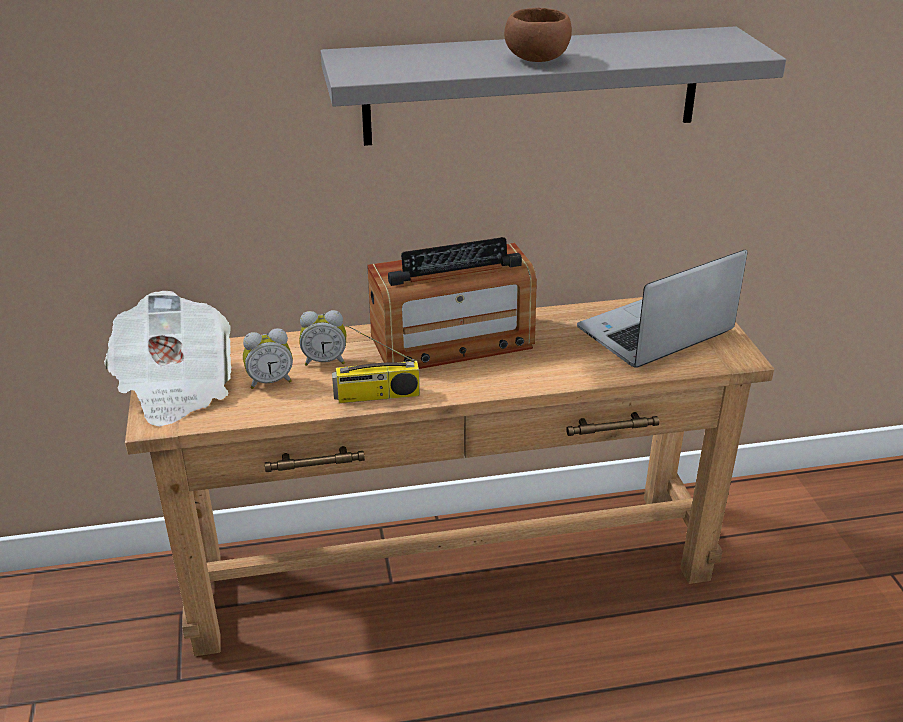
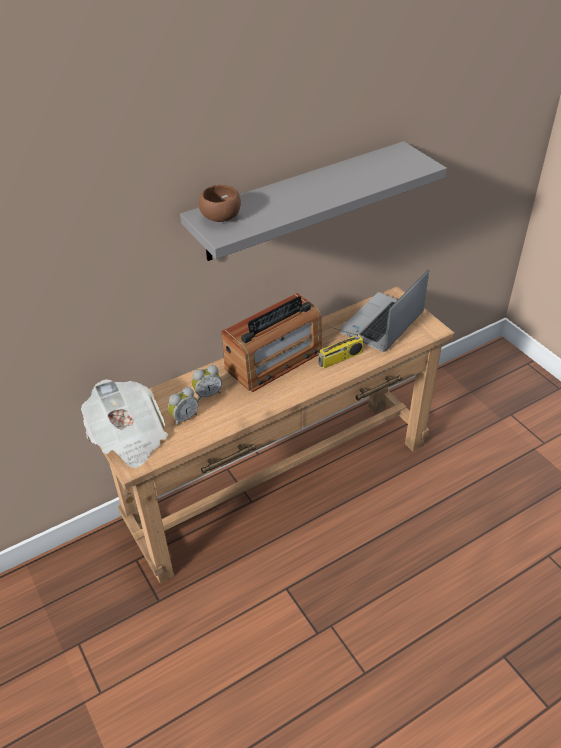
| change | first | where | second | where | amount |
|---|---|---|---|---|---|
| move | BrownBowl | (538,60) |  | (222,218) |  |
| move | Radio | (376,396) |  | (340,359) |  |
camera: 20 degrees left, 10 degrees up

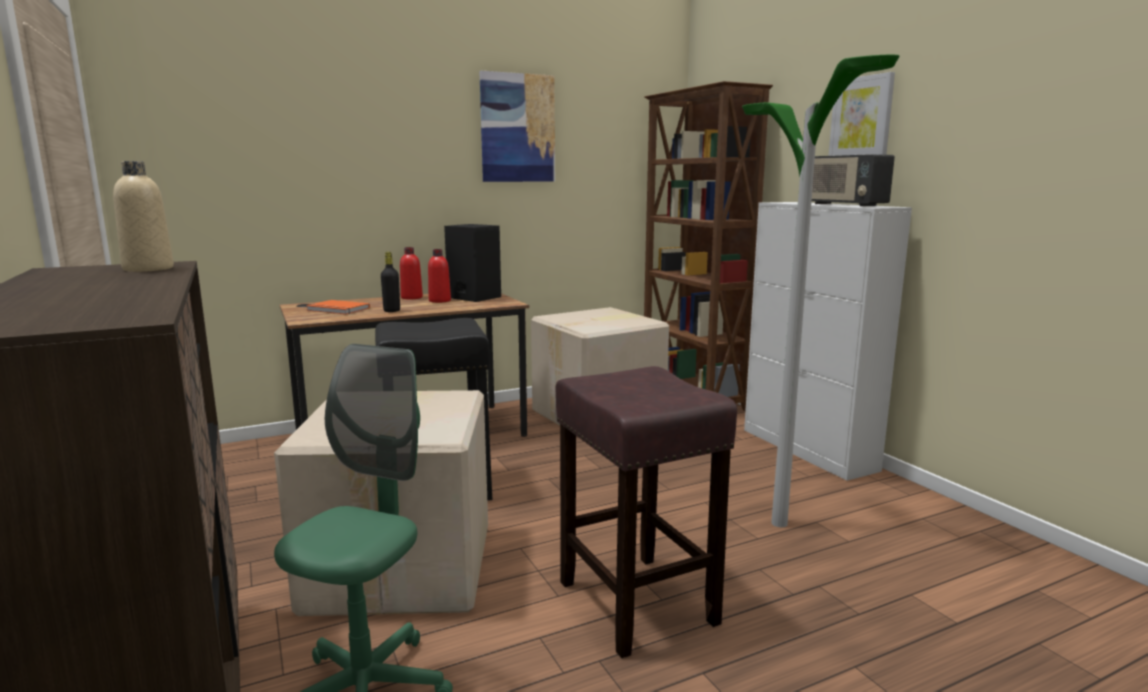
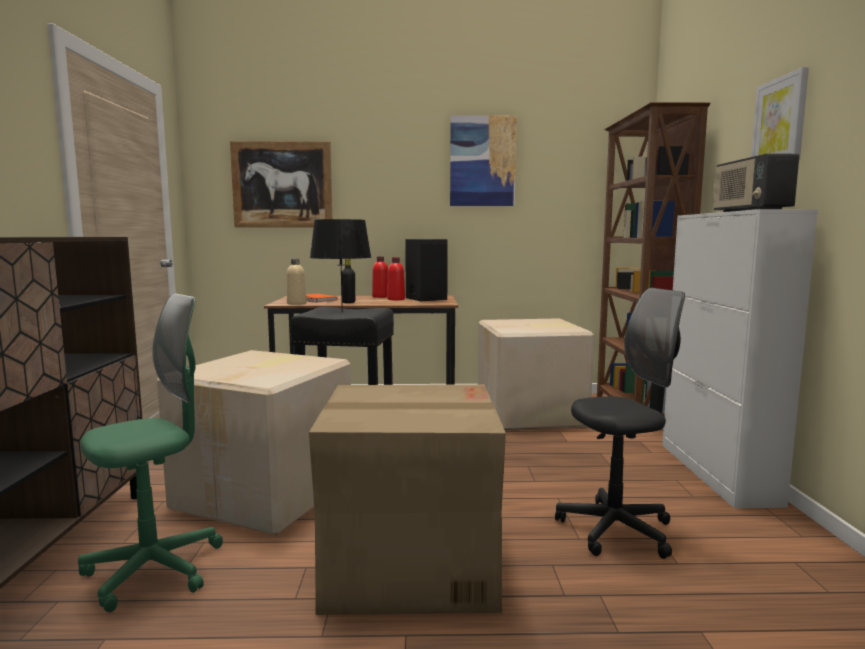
| change | first | where | second | where | amount |
|---|---|---|---|---|---|
| replace | FloorLamp | (779,523) | BlackOfficeChair | (616,530) |  |
| move | BeigeBottle | (148,269) |  | (296,303) |  |
| replace | BrownStool | (634,601) | CardboardBox | (408,561) |  |
| insert |  |  | Picture | (282,185) |  |
| insert |  |  | BlackTableLamp | (342,312) |  |
camera: 25 degrees right, 5 degrees down

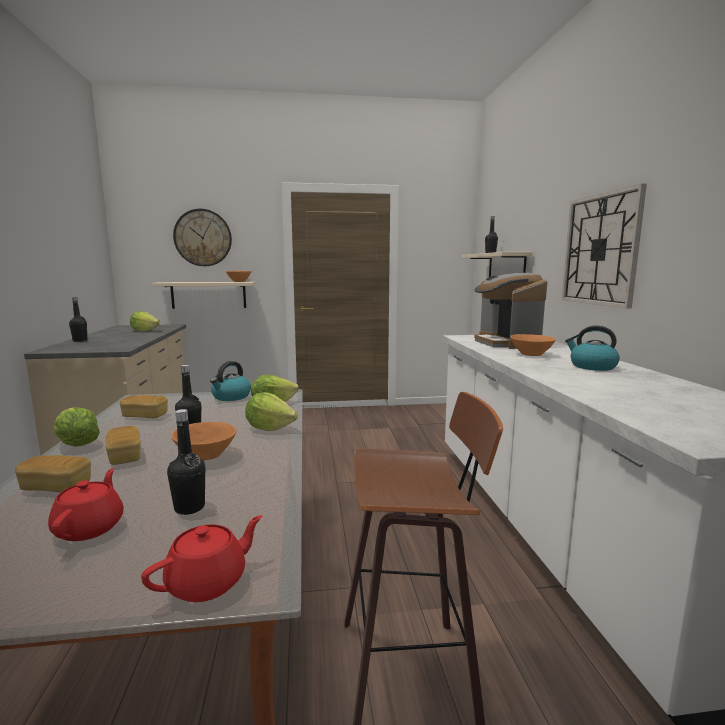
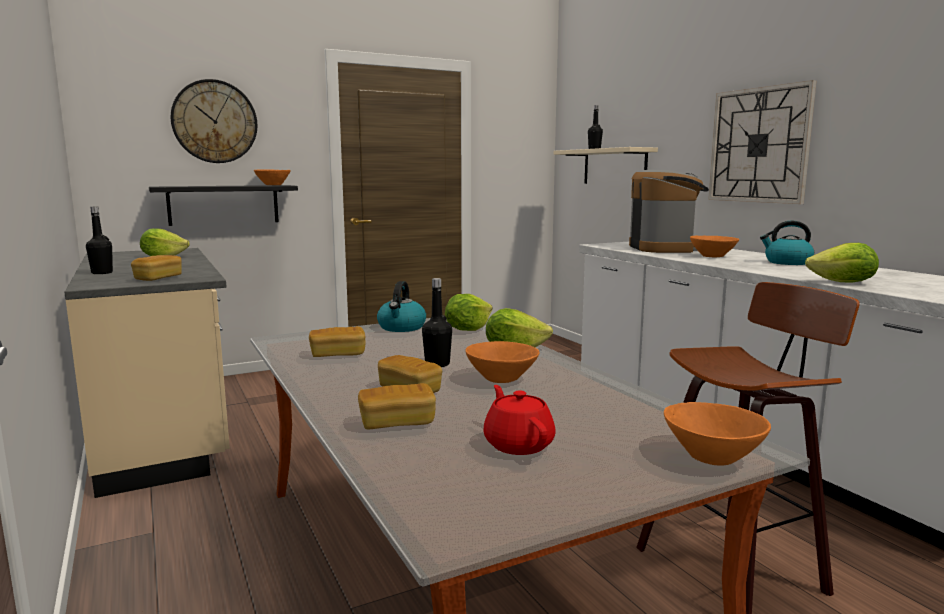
| change | first | where | second | where | amount |
|---|---|---|---|---|---|
| rotate | CoffeeMachine | (506,343) |  | (663,248) | 150 degrees counterclockwise |
| recolor | BeigeShelf | (208,295) | BlackShelf | (224,204) |  |
| move | Lettuce | (77,444) |  | (843,283) |  |
| delete | BlackBottle | (189,508) |  |  |  |
| replace | RedTeapot | (208,582) | OrangeBowl | (711,457) |  |
| insert |  |  | Bread | (158,278) |  |
camera: 20 degrees left, 0 degrees up

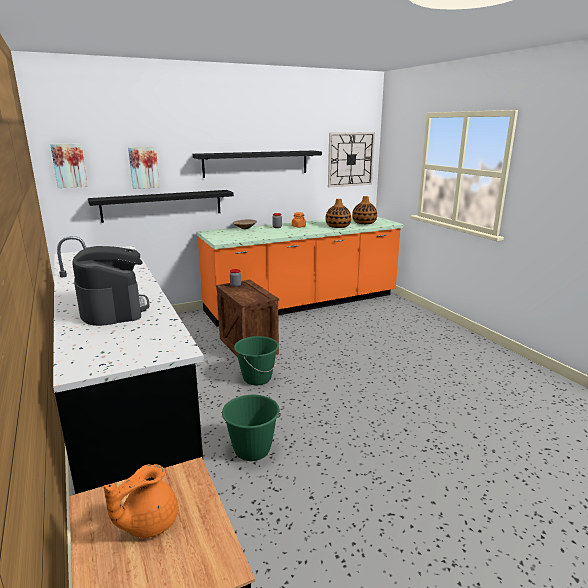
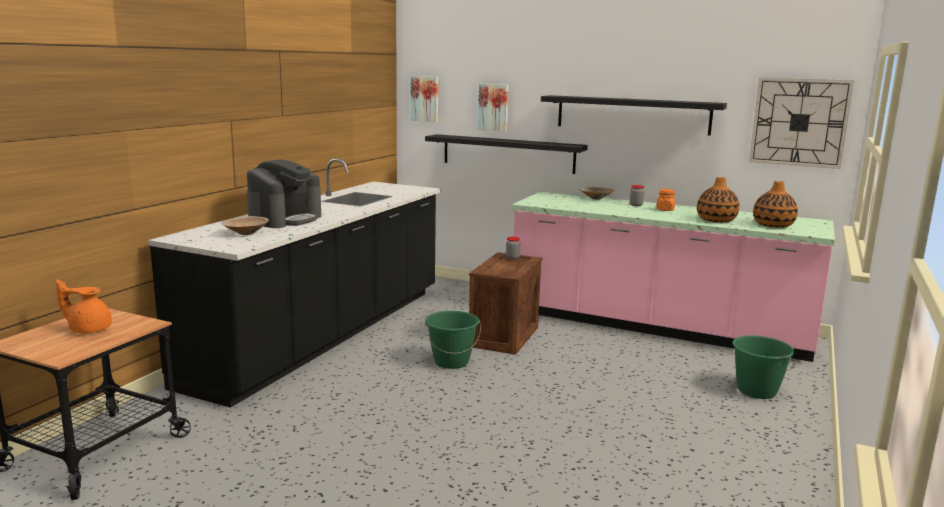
| change | first | where | second | where | amount |
|---|---|---|---|---|---|
| recolor | OrangeCounter | (303,303) | PinkCounter | (657,326) |  |
| move | GreenBucket | (252,450) |  | (756,391) |  |
| insert |  |  | BeigeBowl | (245,234) |  |
camera: 50 degrees right, 5 degrees down

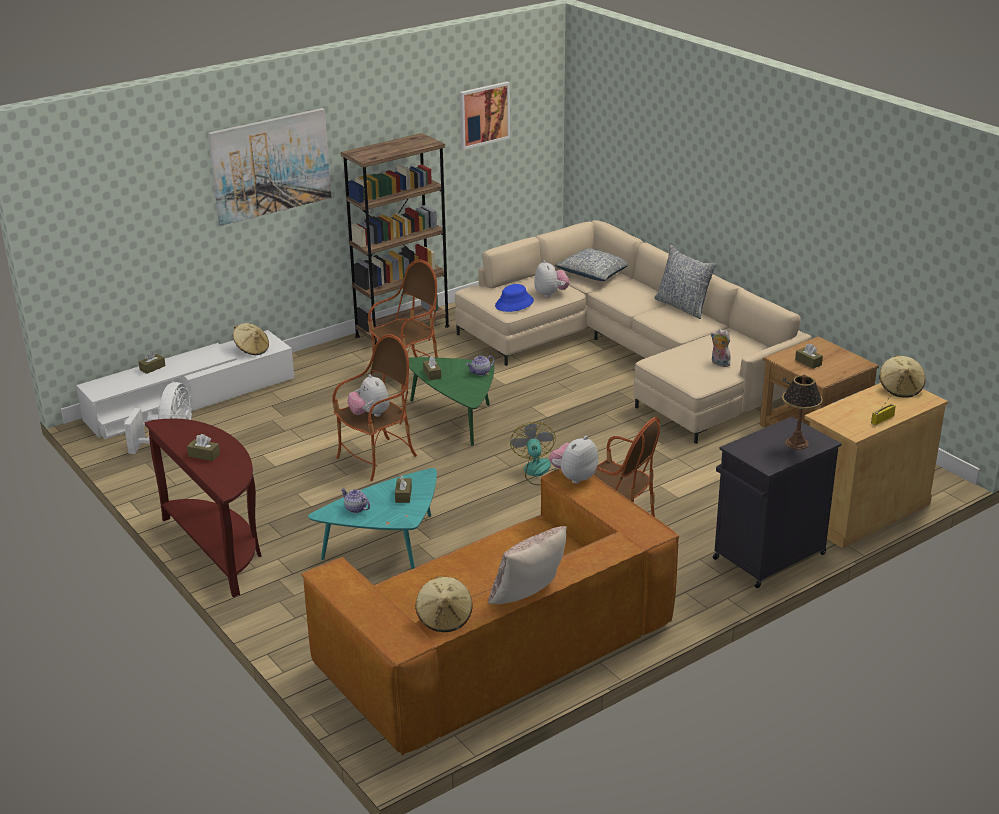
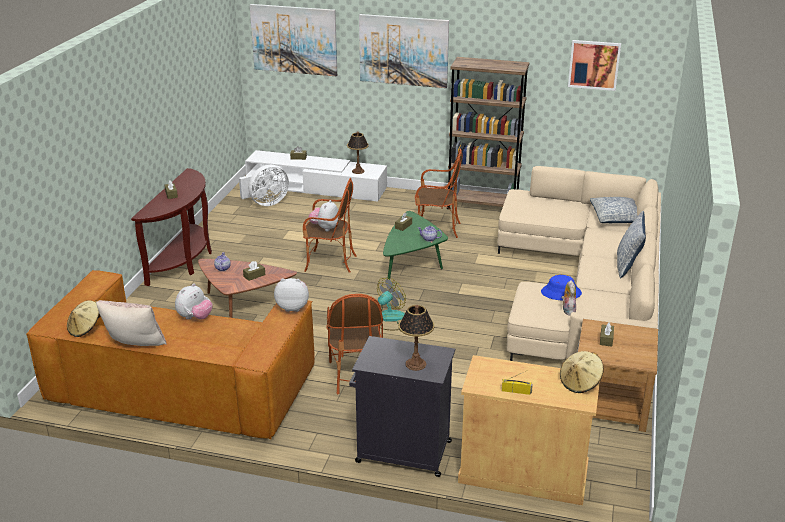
| change | first | where | second | where | amount |
|---|---|---|---|---|---|
| move | PlushToy | (550,294) |  | (195,318) |  |
| move | BlueHat | (514,303) |  | (561,293) |  |
| replace | BeigeHat | (252,350) | TableLamp | (358,171) |  |
| recolor | TurquoiseCoffeeTable | (388,546) | BrownCoffeeTable | (243,306) |  |
| insert |  |  | Picture | (294,39) |  |
camera: 50 degrees right, 0 degrees up

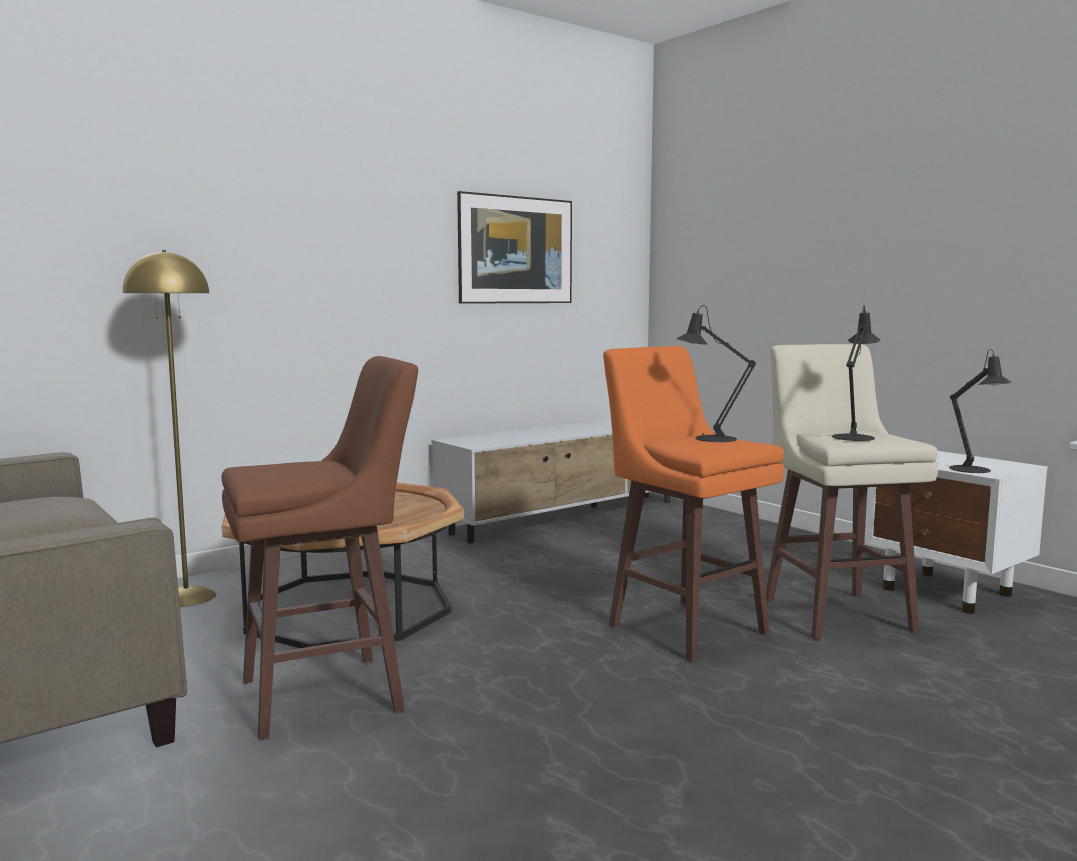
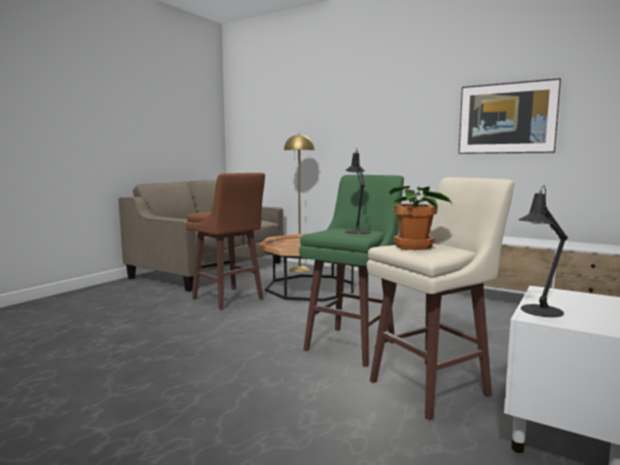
| change | first | where | second | where | amount |
|---|---|---|---|---|---|
| replace | BlackTableLamp | (854,436) | PottedPlant | (415,247) |  |
| recolor | OrangeStool | (685,628) | GreenStool | (352,345) |  |
camera: 70 degrees right, 0 degrees up

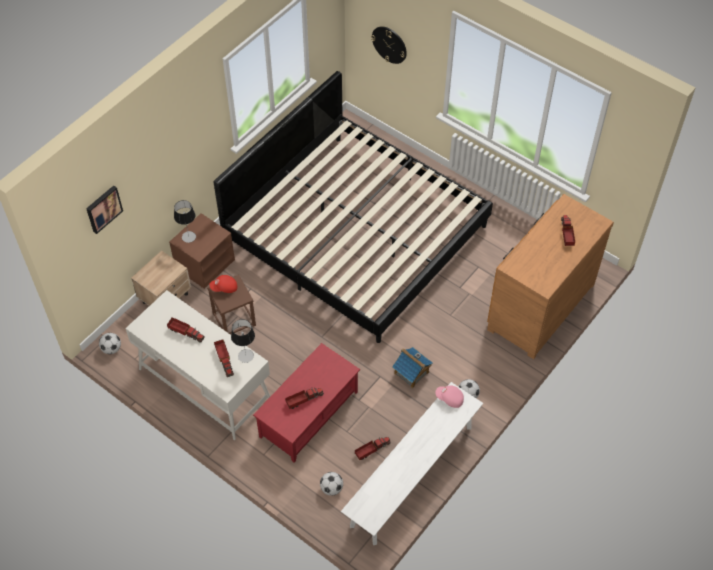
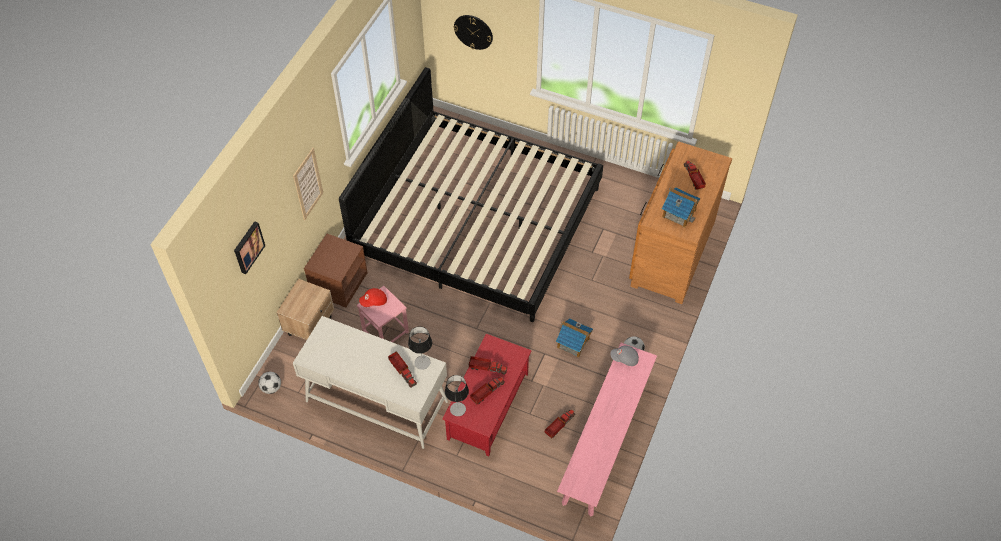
| change | first | where | second | where | amount |
|---|---|---|---|---|---|
| move | TableLamp | (188,237) |  | (458,409) |  |
| recolor | BrownStool | (234,319) | PinkStool | (386,331) |  |
| move | ToyTruck | (185,332) |  | (486,368) |  |
| recolor | WhiteBench | (412,475) | PinkBench | (605,441) |  |
| recolor | PinkCap | (449,399) | GreyCap | (624,359) |  |
| delete | Football | (331,488) |  |  |  |
| insert |  |  | Picture | (308,184) |  |
| insert |  |  | ToyHouse | (678,213) |  |
camera: 15 degrees left, 0 degrees up

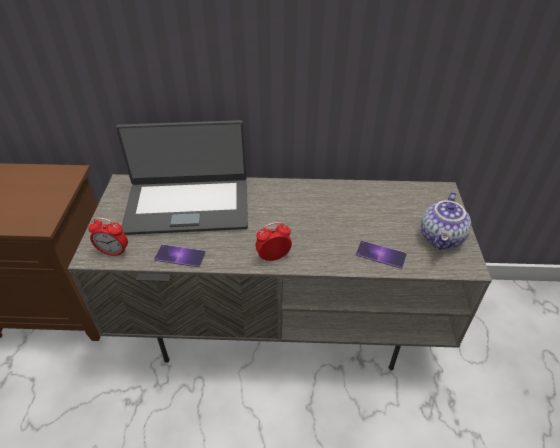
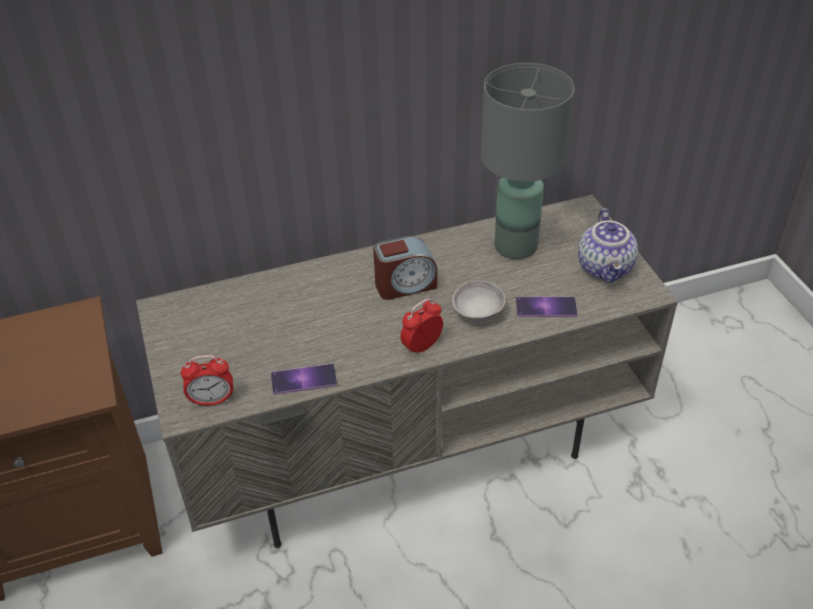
| change | first | where | second | where | amount |
|---|---|---|---|---|---|
| delete | Laptop | (188,205) |  |  |  |
| insert |  |  | GreyTableLamp | (514,246) |  |
| insert |  |  | AlarmClock | (405,285) |  |
| insert |  |  | GreyBowl | (478,312) |  |
camera: 20 degrees left, 0 degrees up

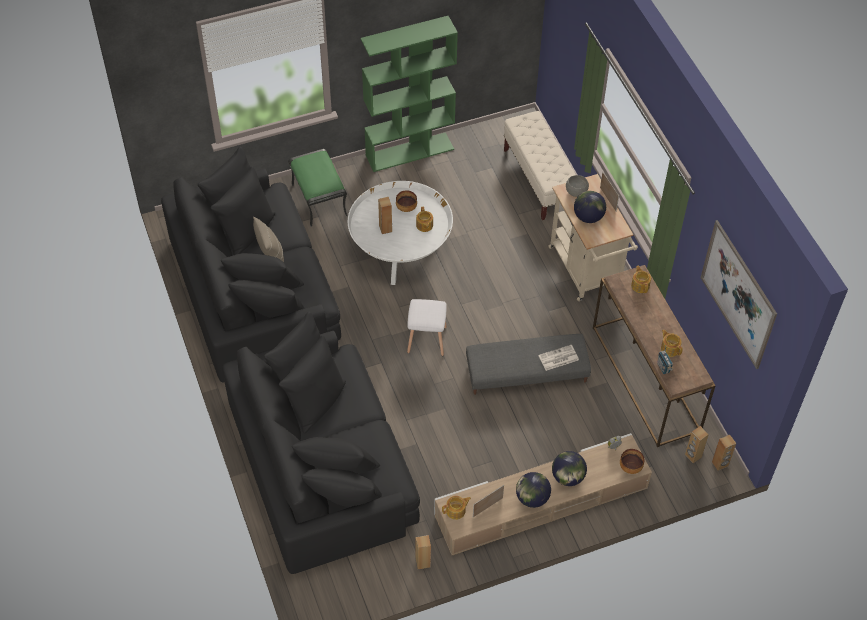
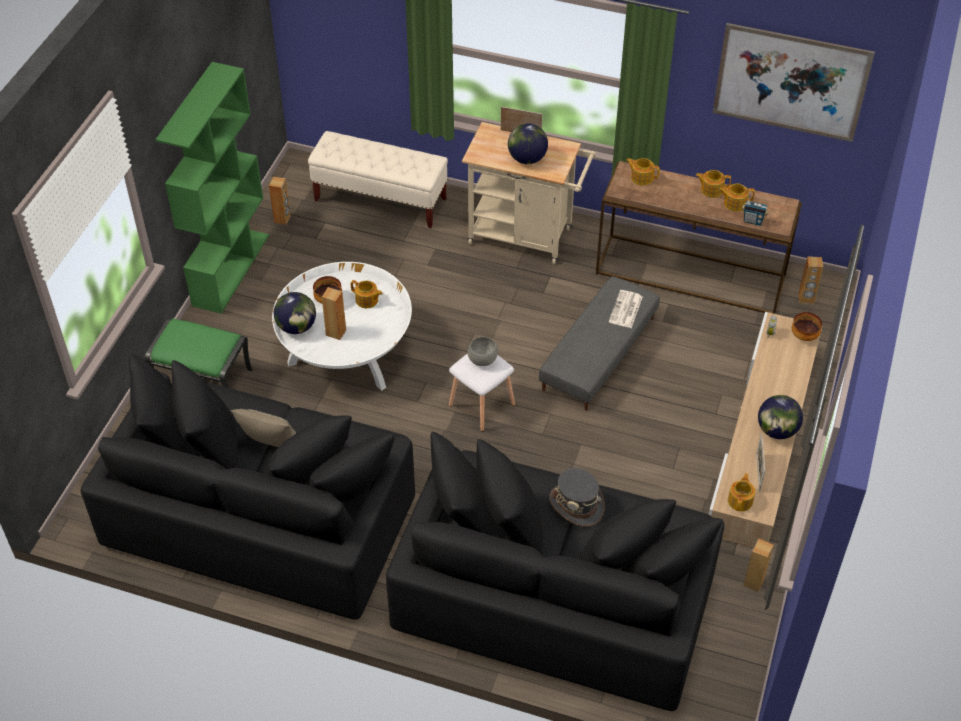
| change | first | where | second | where | amount |
|---|---|---|---|---|---|
| move | GreyBowl | (576,191) |  | (482,359) |  |
| move | BrownSpeaker | (720,464) |  | (282,219) |  |
| move | Globe | (568,477) |  | (296,327) |  |
| insert |  |  | Teapot | (711,189) |  |
| insert |  |  | GreyHat | (576,505) |  |
camera: 50 degrees left, 5 degrees down

